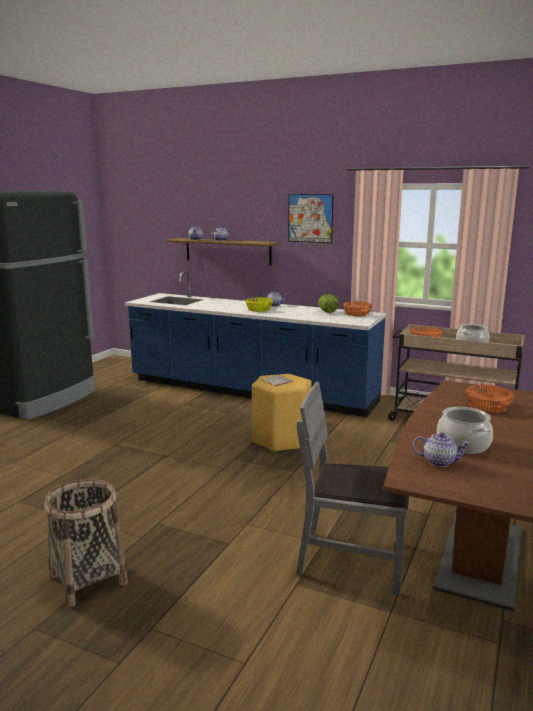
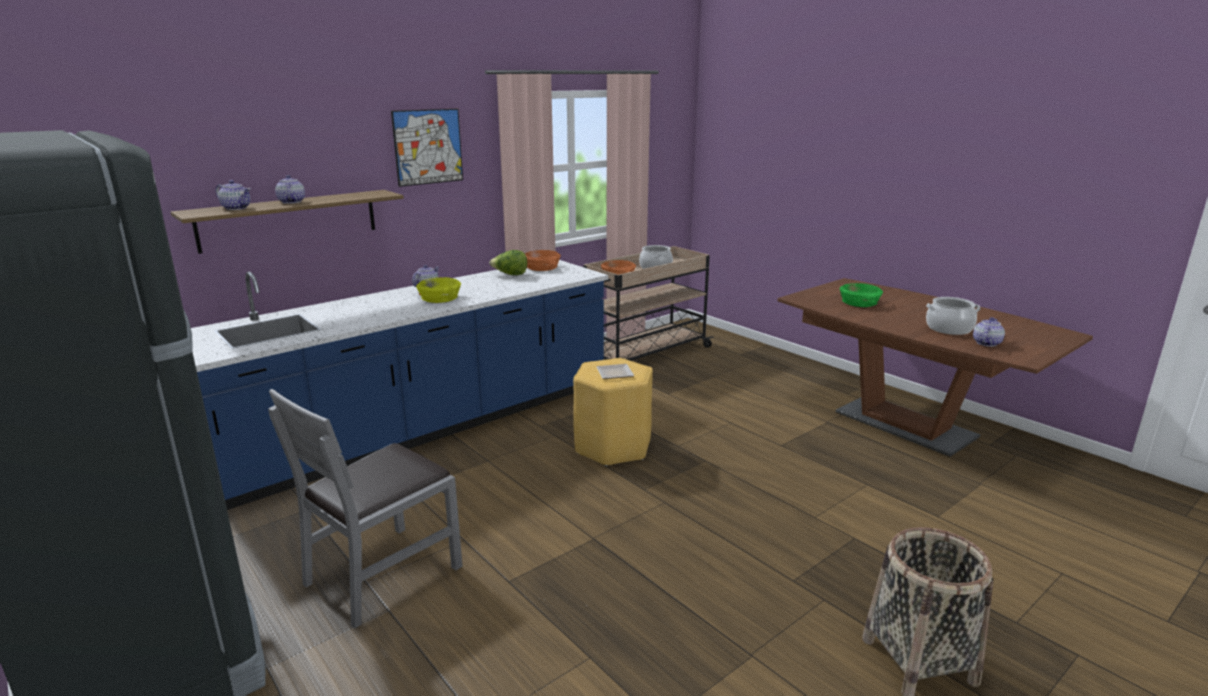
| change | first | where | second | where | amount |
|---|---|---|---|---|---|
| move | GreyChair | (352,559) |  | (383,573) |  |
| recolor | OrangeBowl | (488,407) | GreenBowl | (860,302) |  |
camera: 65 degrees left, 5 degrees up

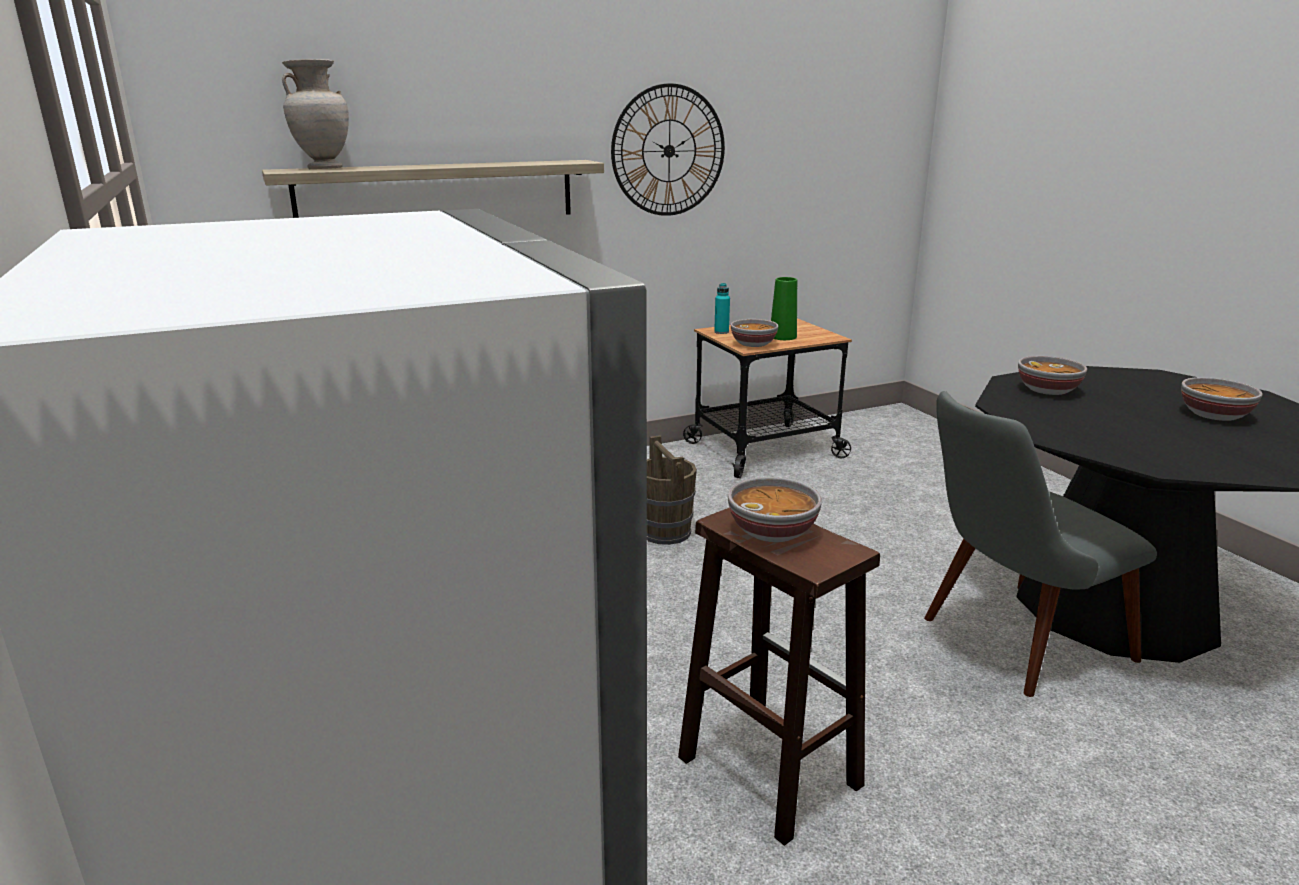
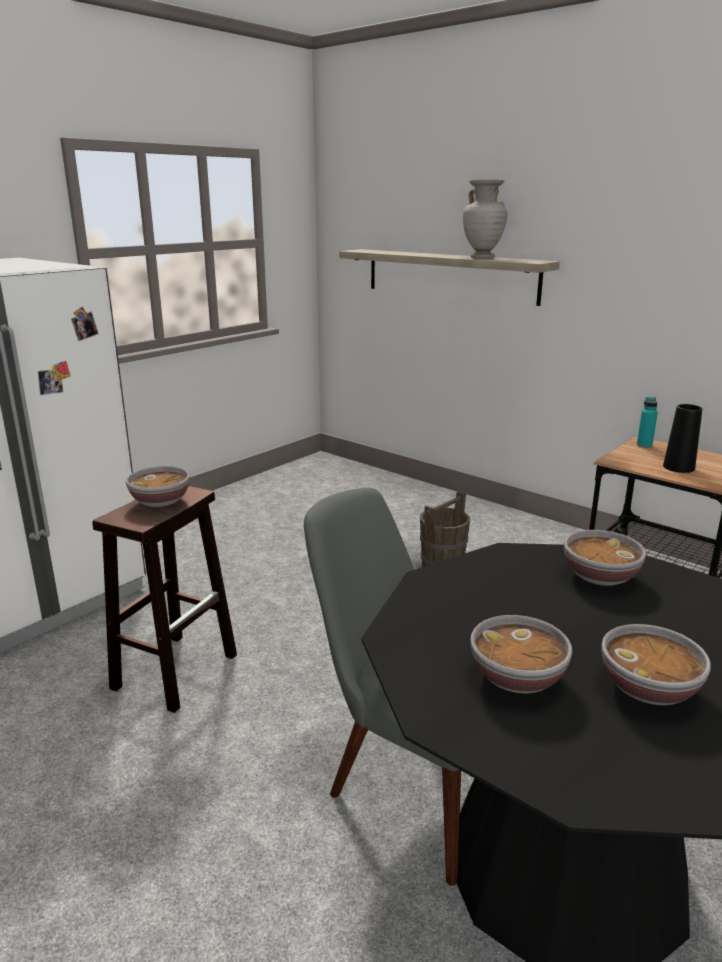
| change | first | where | second | where | amount |
|---|---|---|---|---|---|
| move | BeigeVase | (324,169) |  | (482,258) |  |
| delete | WallClock | (669,151) |  |  |  |
| recolor | GreenVase | (783,336) | BlackVase | (678,467) |  |
| move | Bowl | (754,344) |  | (517,678) |  |
camera: 65 degrees right, 0 degrees up

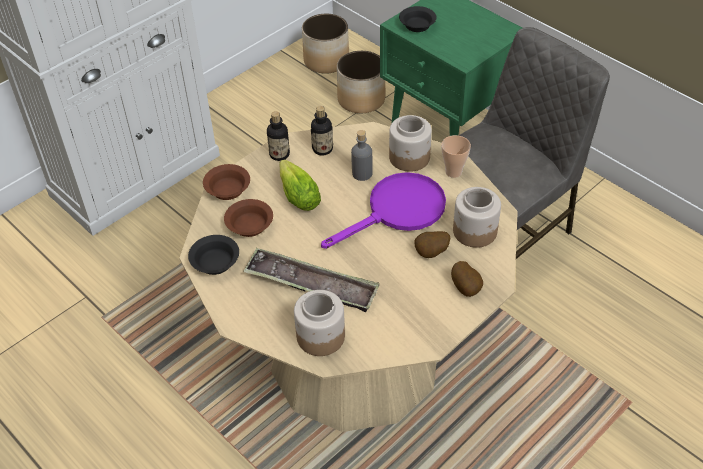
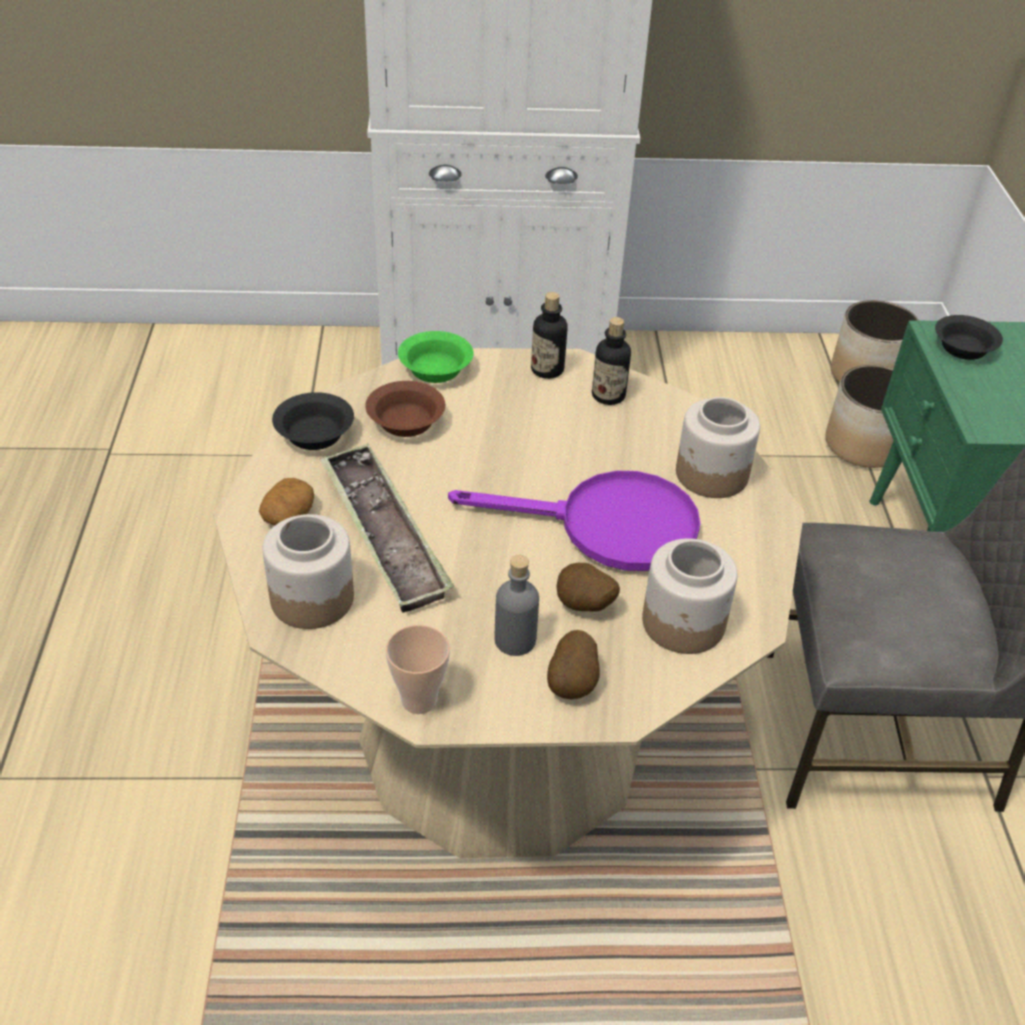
| change | first | where | second | where | amount |
|---|---|---|---|---|---|
| move | GreyBottle | (362,173) |  | (515,640) |  |
| move | Cup | (453,172) |  | (419,700) |  |
| delete | Lettuce | (297,194) |  |  |  |
| recolor | BrownBowl | (229,190) | GreenBowl | (437,370) |  |
| insert |  |  | Potato | (288,516) |  |
camera: 40 degrees right, 5 degrees down

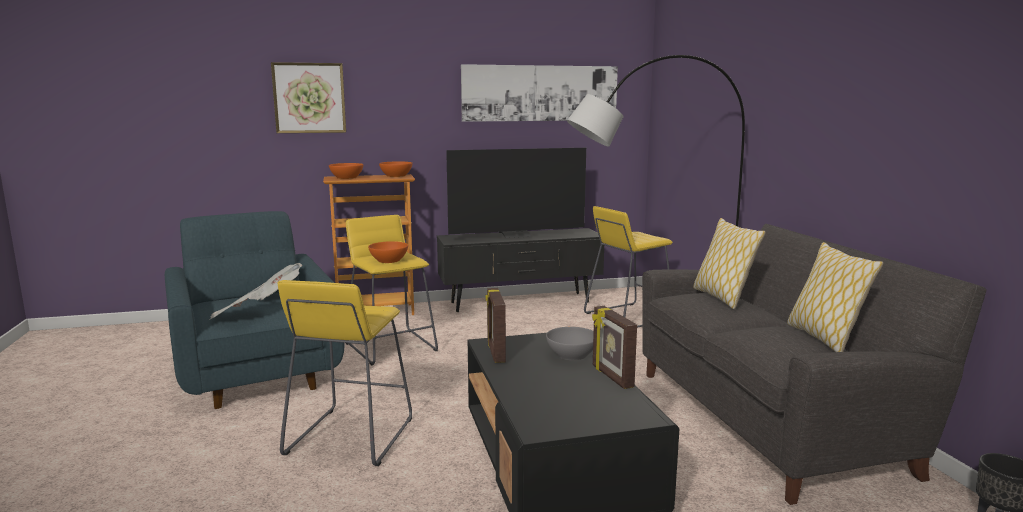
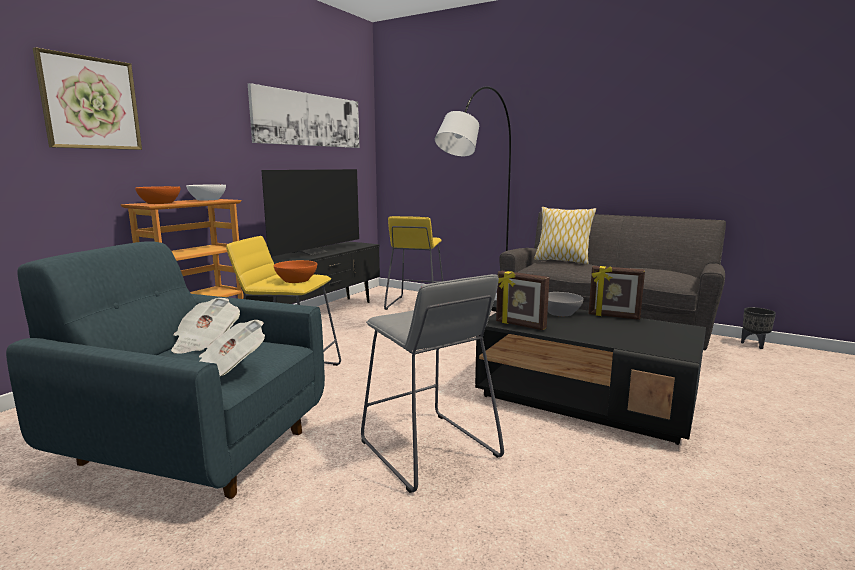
| change | first | where | second | where | amount |
|---|---|---|---|---|---|
| recolor | OrangeBowl | (396,176) | WhiteBowl | (207,199) |  |
| delete | Pillow | (824,338) |  |  |  |
| recolor | YellowStool | (350,437) | GreyStool | (428,450) |  |
camera: 45 degrees left, 0 degrees up

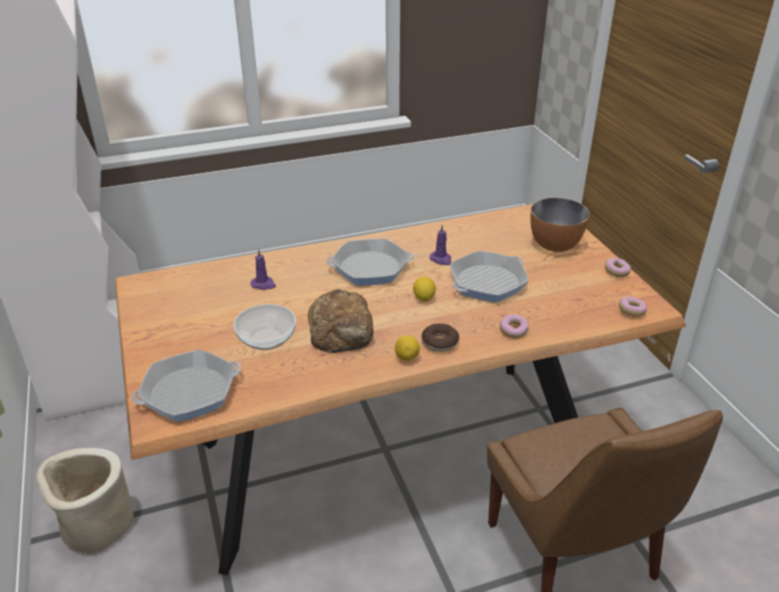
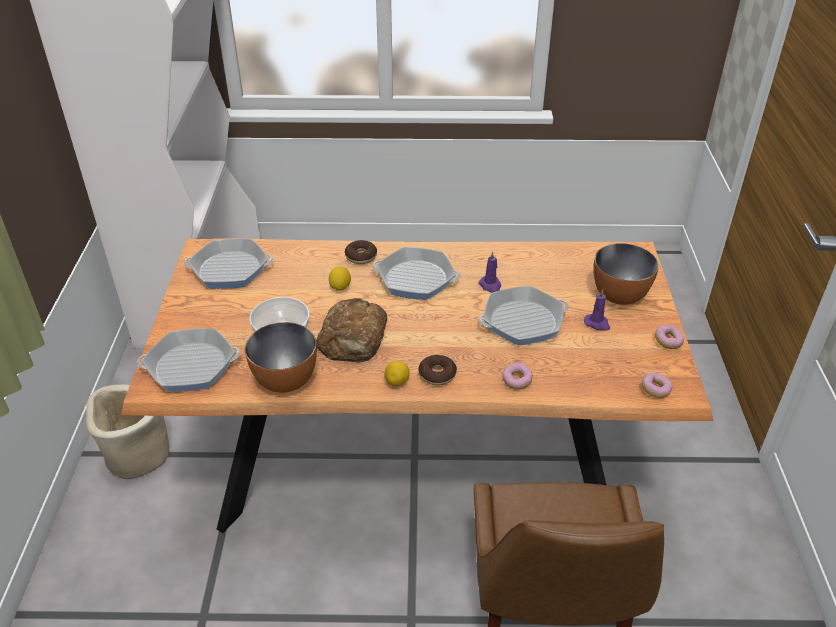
| change | first | where | second | where | amount |
|---|---|---|---|---|---|
| move | PurpleCandle | (263,284) |  | (597,323) |  |
| move | Lemon | (424,298) |  | (340,287) |  |
| insert |  |  | FryingPan | (230,269) |  |
| insert |  |  | Donut | (361,256) |  |
| insert |  |  | Bowl | (285,381) |  |
camera: 20 degrees right, 5 degrees up

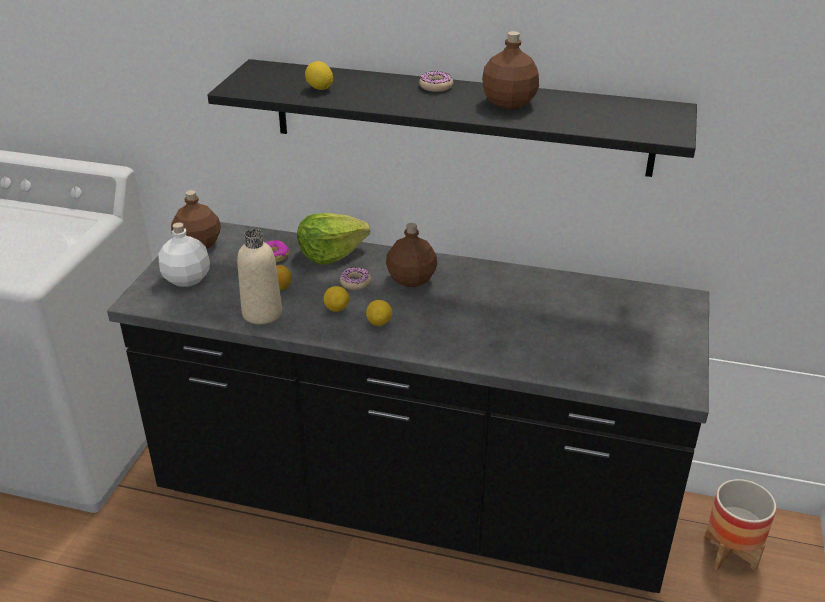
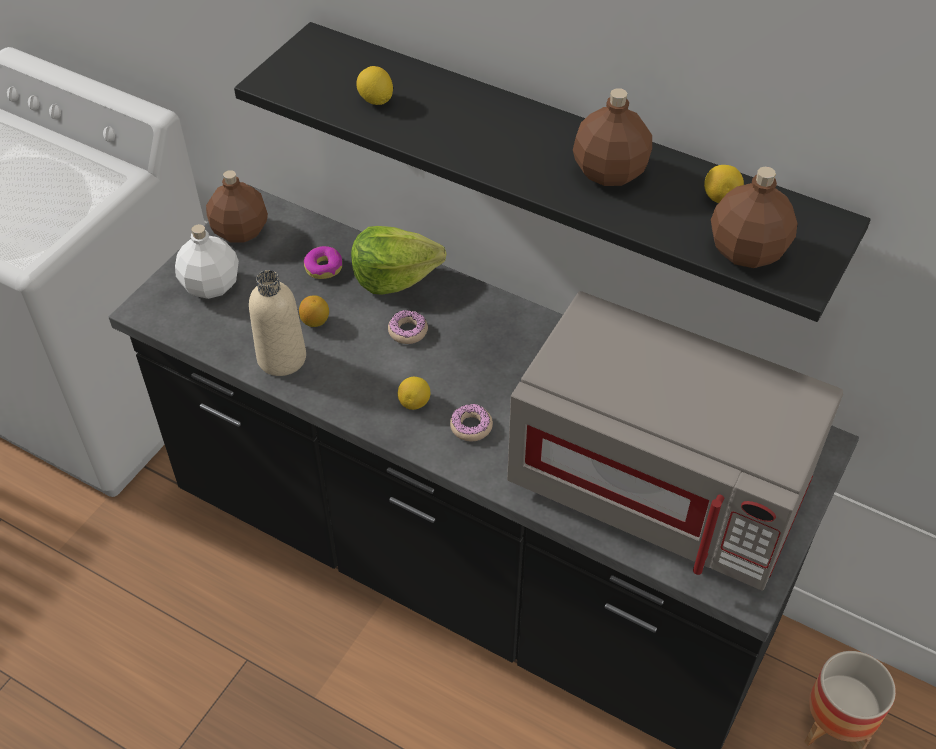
| change | first | where | second | where | amount |
|---|---|---|---|---|---|
| move | Donut | (436,86) |  | (471,426) |  |
| move | BrownBottle | (411,279) |  | (747,250) |  |
| move | Lemon | (336,309) |  | (720,198) |  |
| insert |  |  | GreyMicrowave | (660,487) |  |
camera: 15 degrees right, 15 degrees up

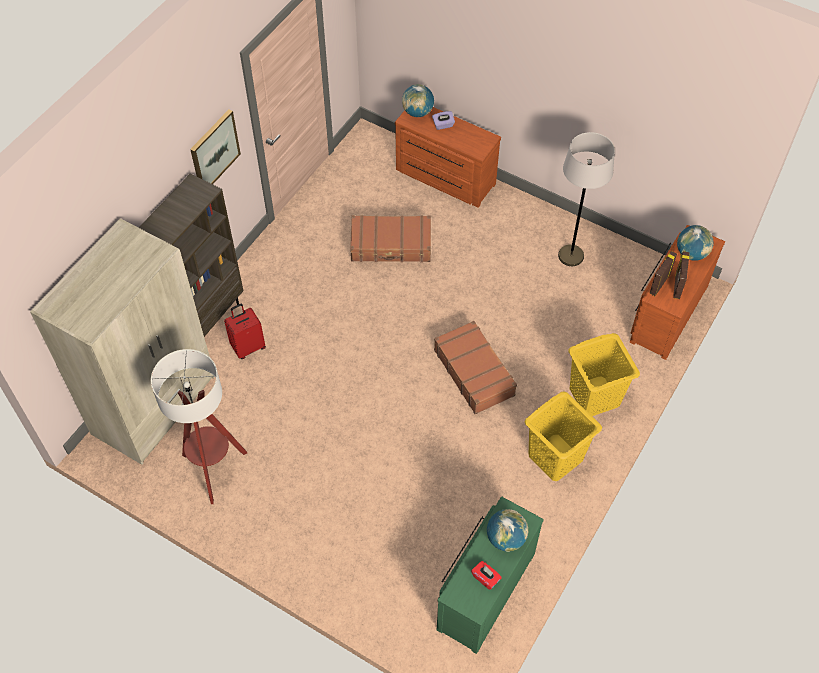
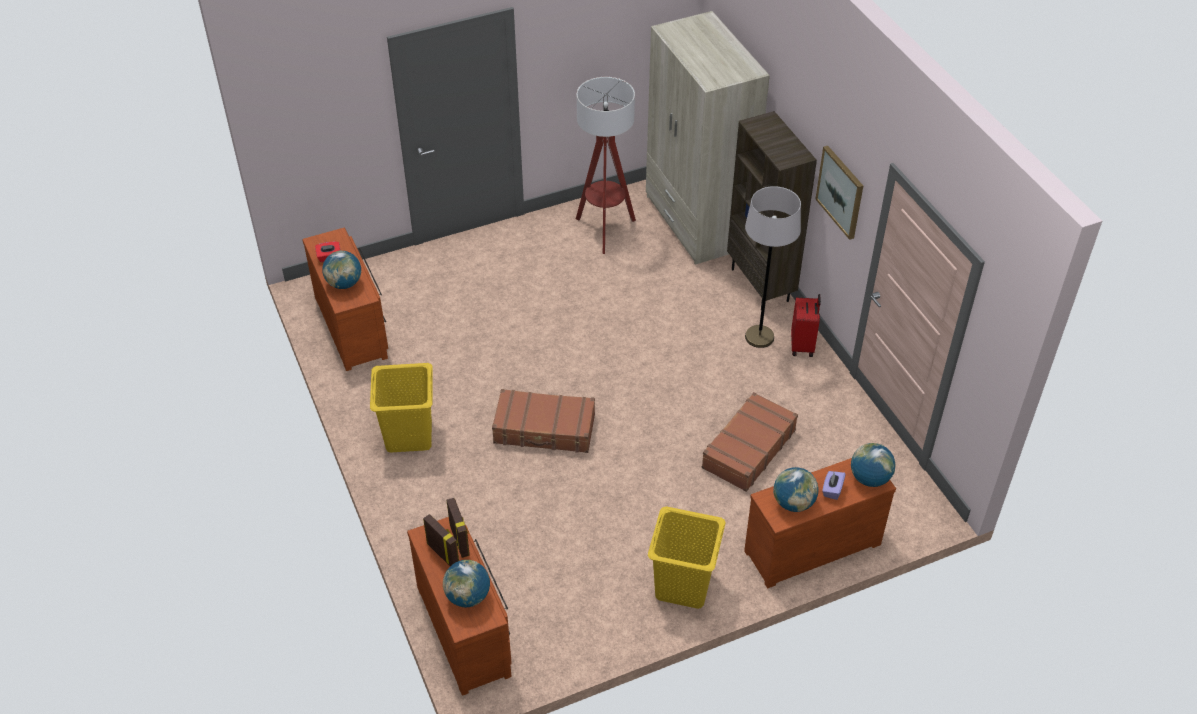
| change | first | where | second | where | amount |
|---|---|---|---|---|---|
| move | GreyFloorLamp | (571,256) |  | (759,337) |  |
| move | RedSuitcase | (248,347) |  | (803,346) |  |
| move | YellowLaundryBasket | (594,397) |  | (683,584) |  |
| recolor | GreenDresser | (483,590) | BrownDresser | (353,326) |  |
| insert |  |  | Globe | (793,503) |  |
camera: 125 degrees right, 10 degrees down

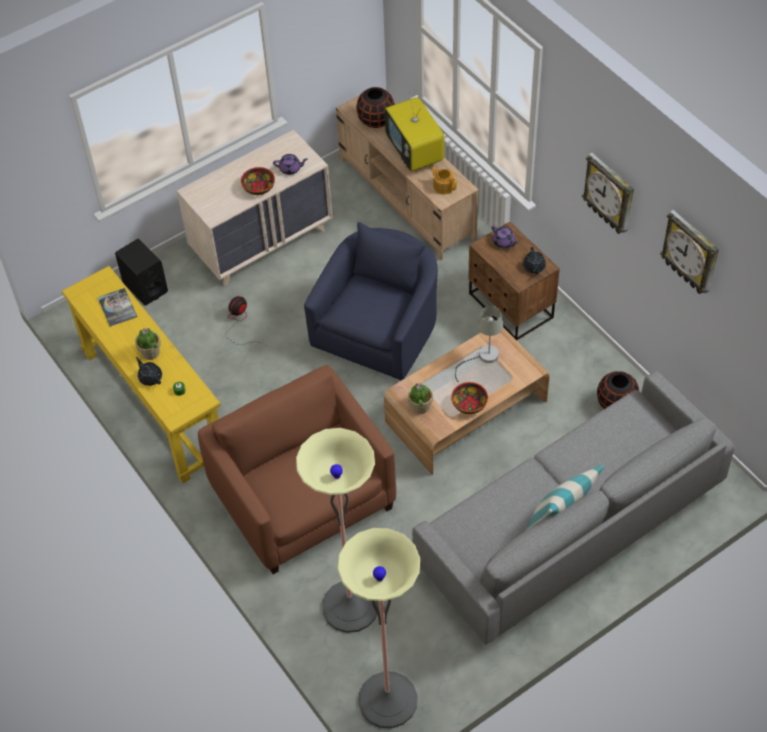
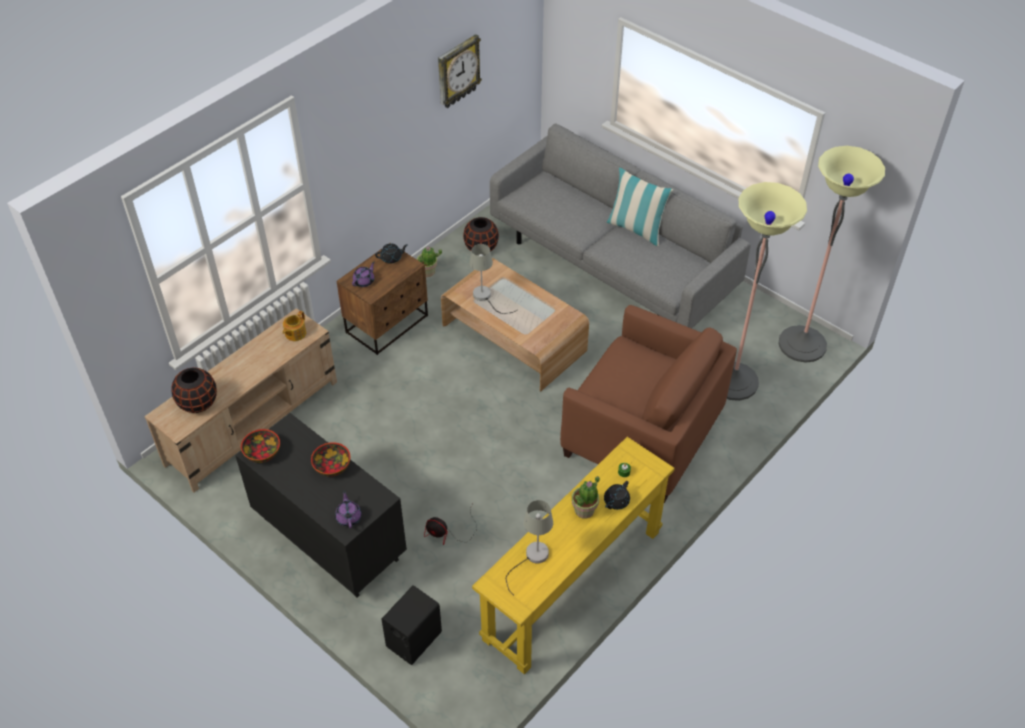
| change | first | where | second | where | amount |
|---|---|---|---|---|---|
| delete | Television | (415,153) |  |  |  |
| recolor | BeigeDresser | (262,242) | BlackDresser | (329,538) |  |
| delete | WallClock | (610,194) |  |  |  |
| move | PurpleTeapot | (290,169) |  | (349,517) |  |
| delete | BlueArmchair | (379,328) |  |  |  |
| replace | Book | (117,308) | GreyTableLamp | (532,558) |  |
| rotate | BrownArmchair | (304,498) |  | (642,434) | 105 degrees counterclockwise |
| move | Bowl | (469,404) |  | (262,452) |  |
| move | PottedPlant | (420,407) |  | (428,272) |  |
camera: 105 degrees left, 5 degrees down

